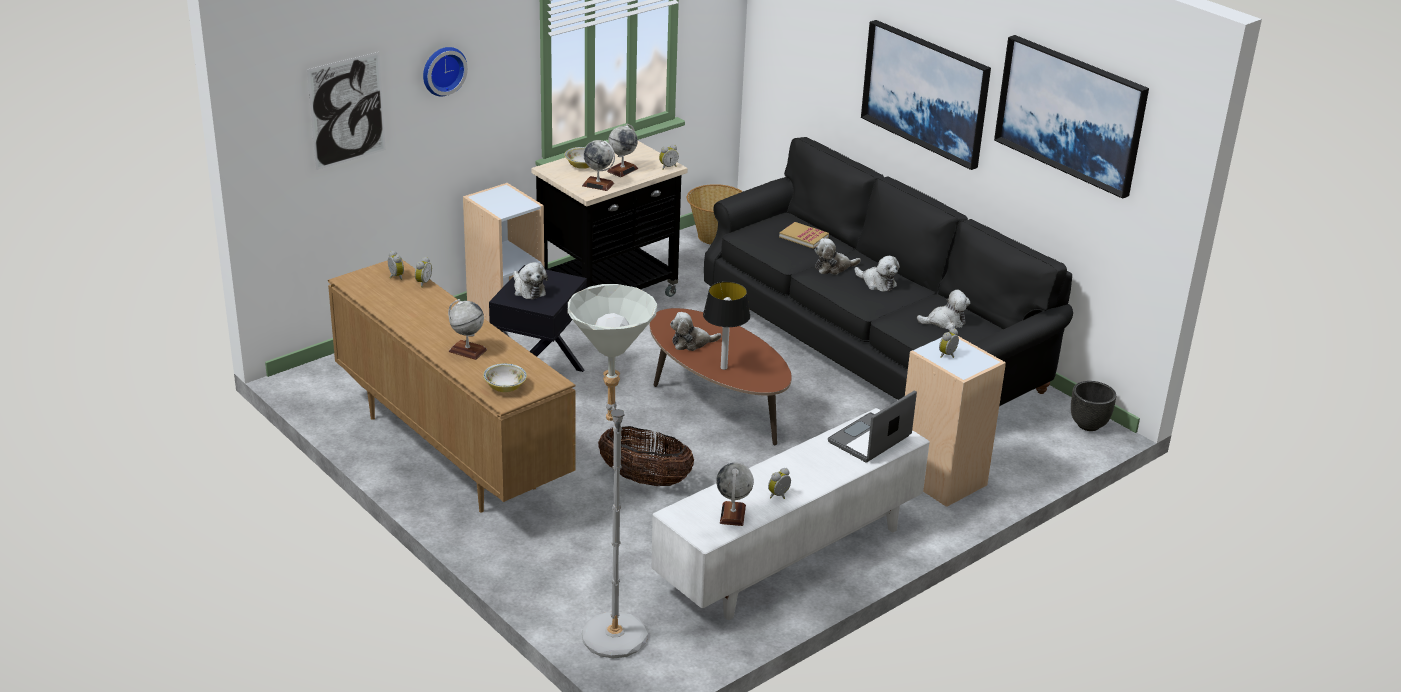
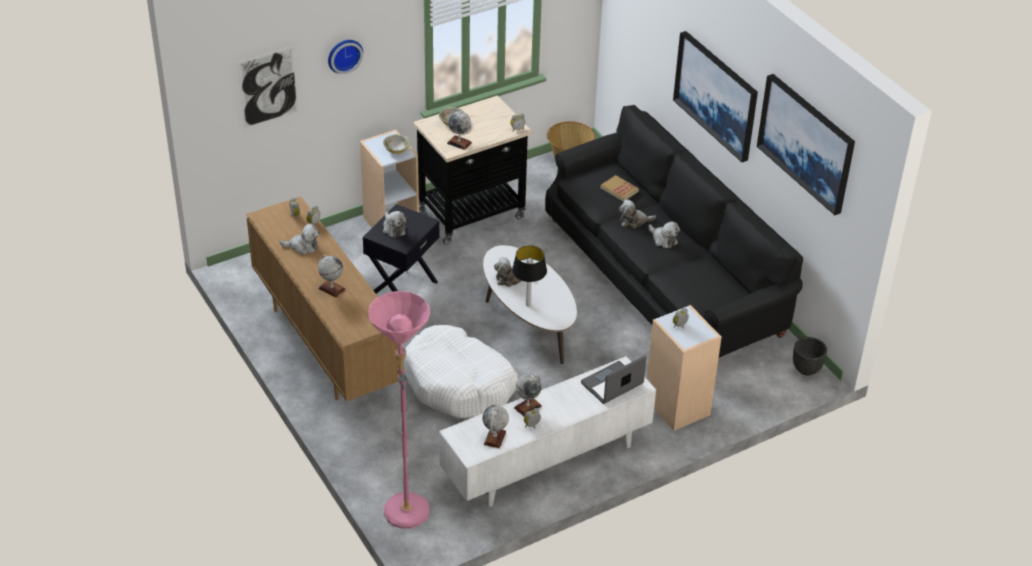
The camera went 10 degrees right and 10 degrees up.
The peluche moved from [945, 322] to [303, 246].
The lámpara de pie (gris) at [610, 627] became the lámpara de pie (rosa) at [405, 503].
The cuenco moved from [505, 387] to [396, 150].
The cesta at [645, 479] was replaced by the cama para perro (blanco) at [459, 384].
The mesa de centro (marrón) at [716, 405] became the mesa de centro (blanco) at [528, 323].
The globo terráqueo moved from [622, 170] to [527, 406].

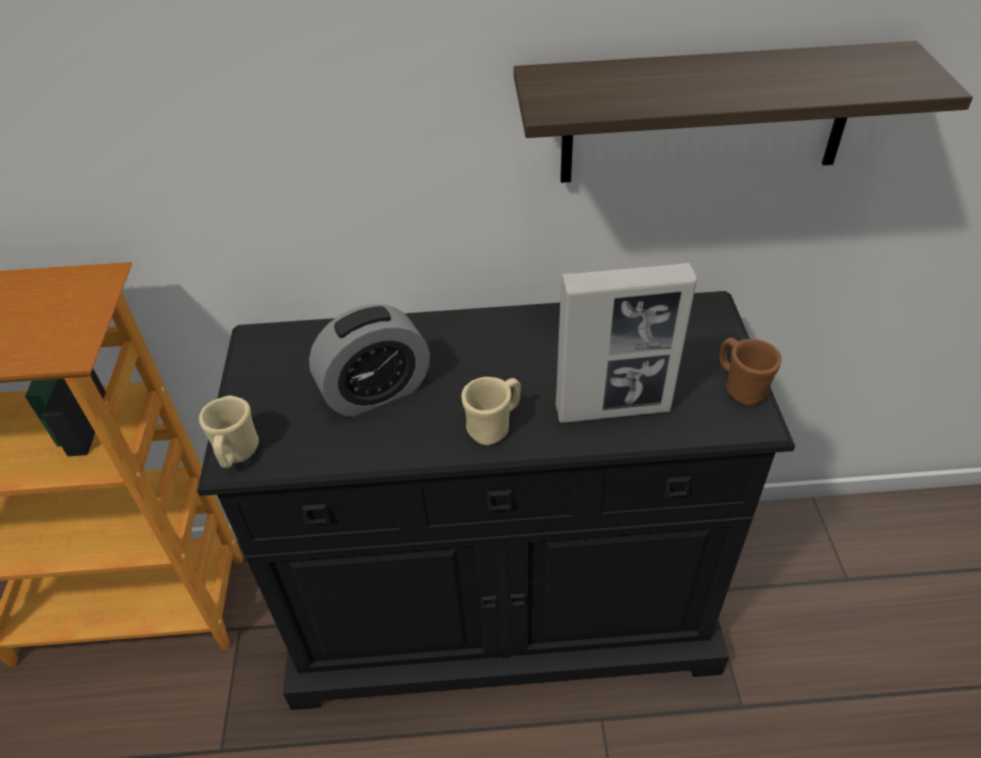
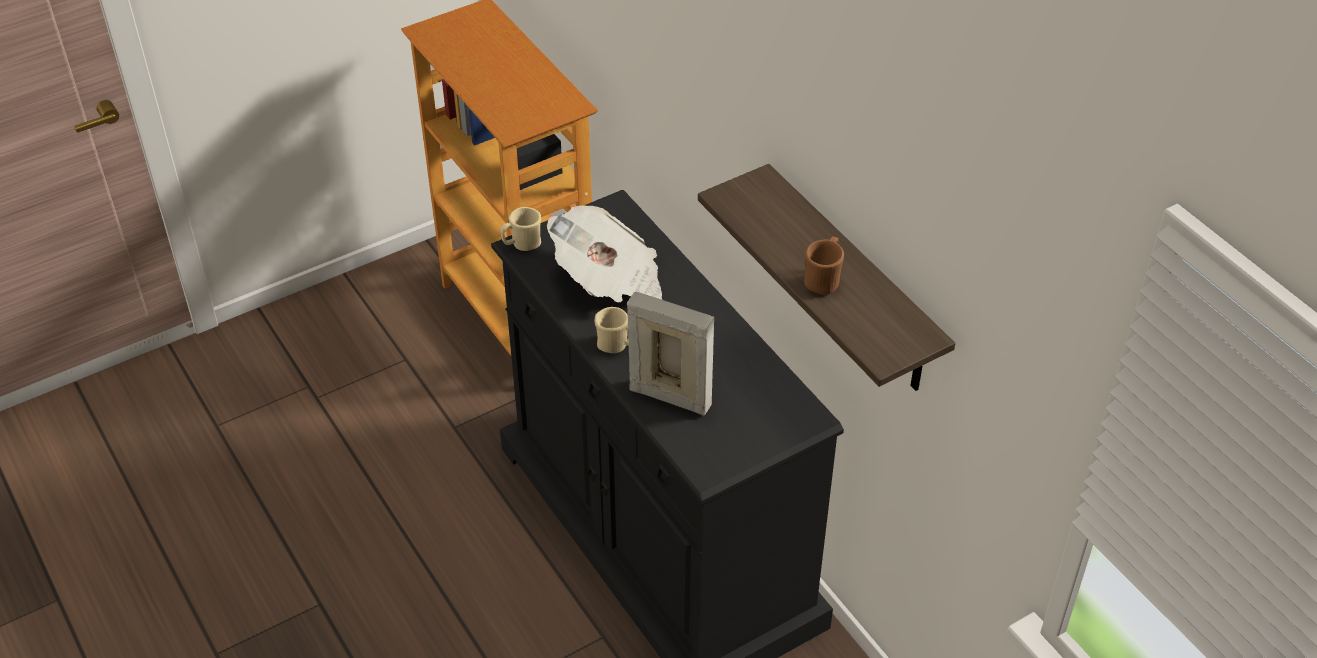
The camera went 60 degrees right and 0 degrees up.
The despertador at [376, 392] was replaced by the periódico at [609, 280].
The portarretratos at [613, 409] turned 150 degrees clockwise.
The taza grande (marrón) moved from [740, 387] to [823, 280].

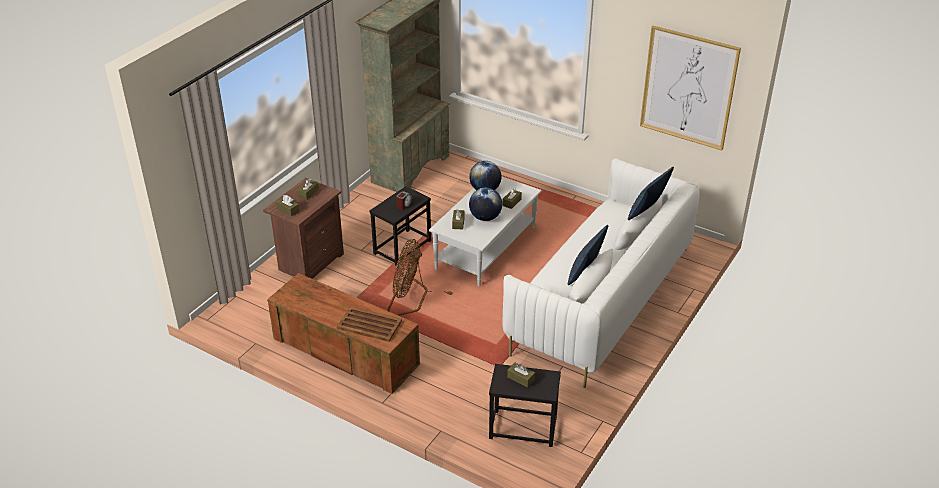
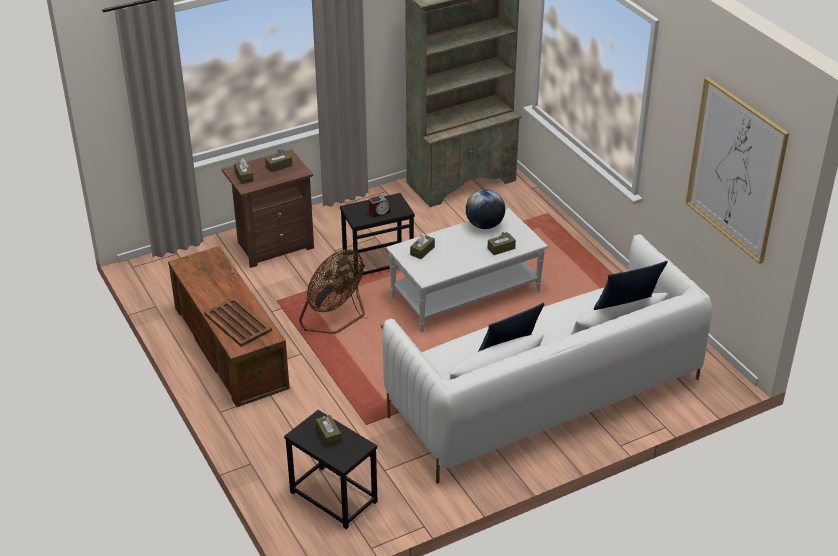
The camera went 30 degrees right and 0 degrees up.
The globo terráqueo at [485, 217] disappeared.

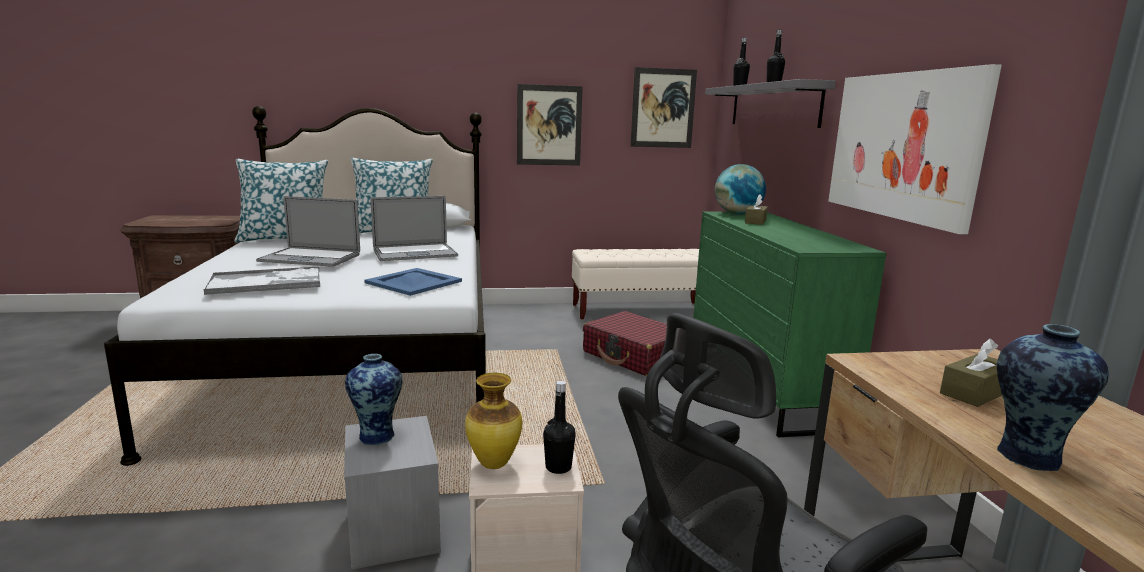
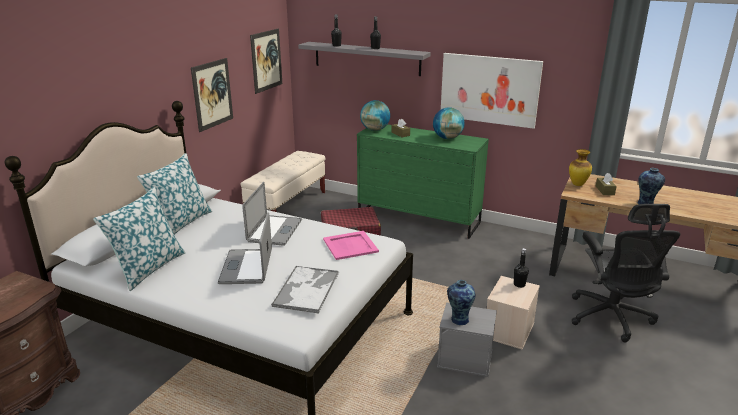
The camera went 55 degrees left and 10 degrees up.
The portátil at [310, 258] turned 135 degrees clockwise.
The bandeja (azul) at [414, 282] became the bandeja (rosa) at [349, 245].
The globo terráqueo at [447, 138] appeared.
The florero moved from [493, 464] to [578, 184].

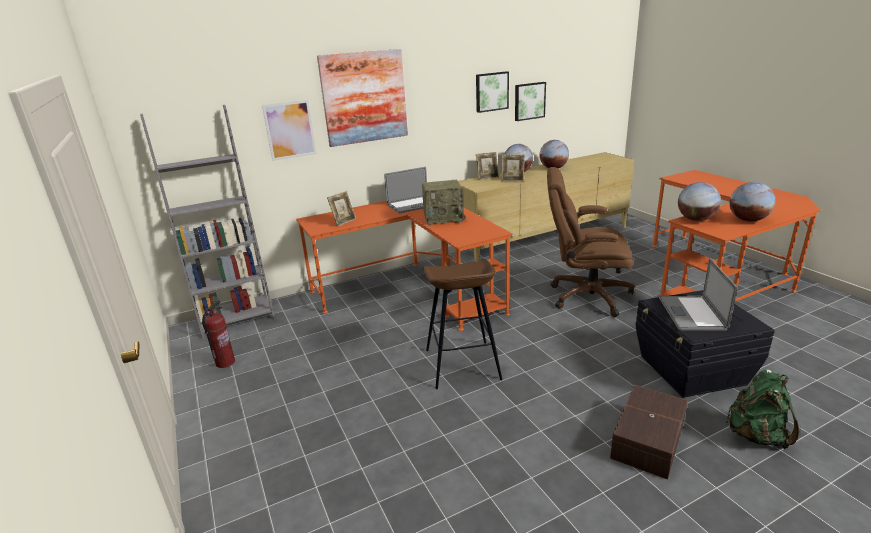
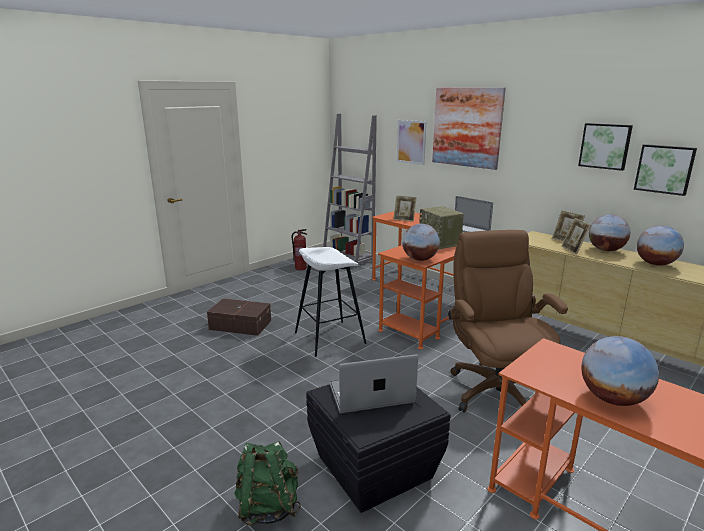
The camera went 70 degrees right and 5 degrees down.
The caja de almacenaje (marrón) moved from [646, 440] to [240, 324].
The taburete (marrón) at [462, 364] became the taburete (blanco) at [329, 338].
The globo terráqueo moved from [696, 219] to [420, 259].

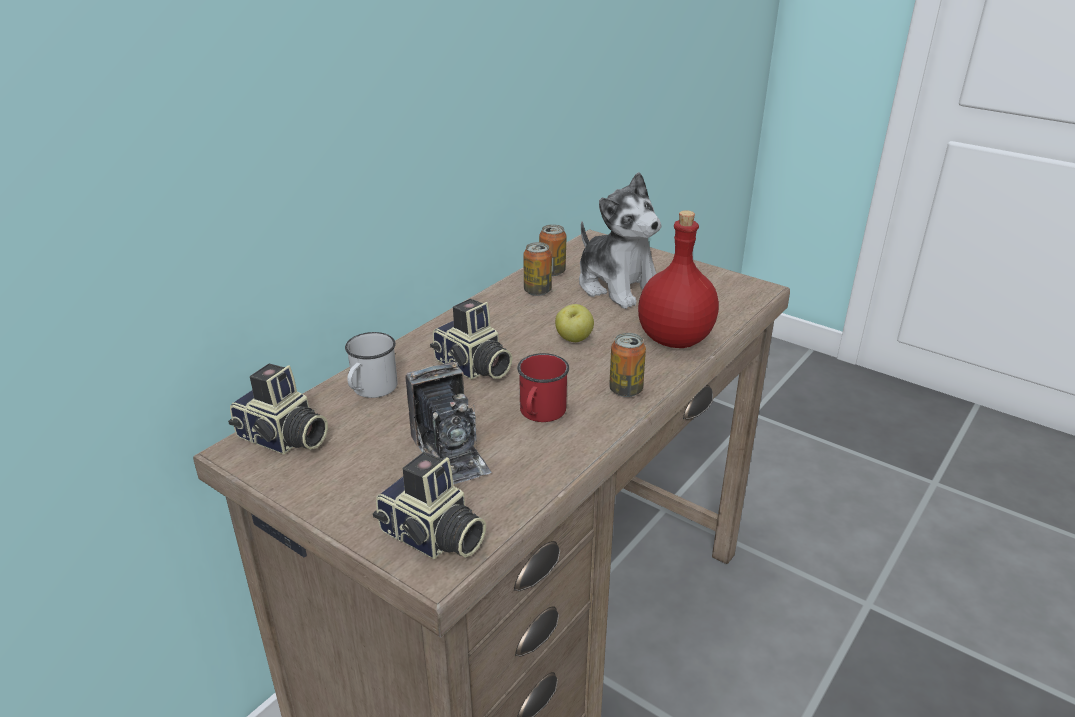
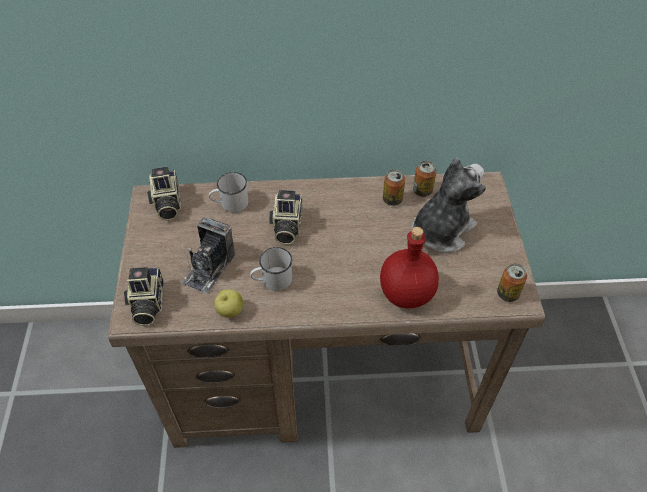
The camera went 50 degrees right and 20 degrees up.
The manzana moved from [574, 340] to [230, 311].
The taza grande (rojo) at [540, 413] became the taza grande (blanco) at [272, 280].
The peluche at [618, 286] turned 150 degrees counterclockwise.
The lata moved from [625, 390] to [507, 294].

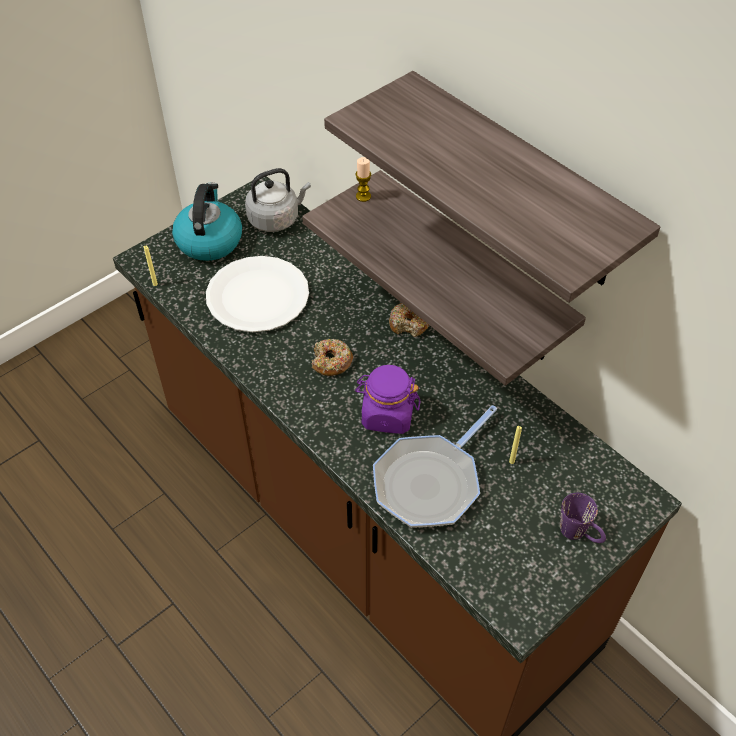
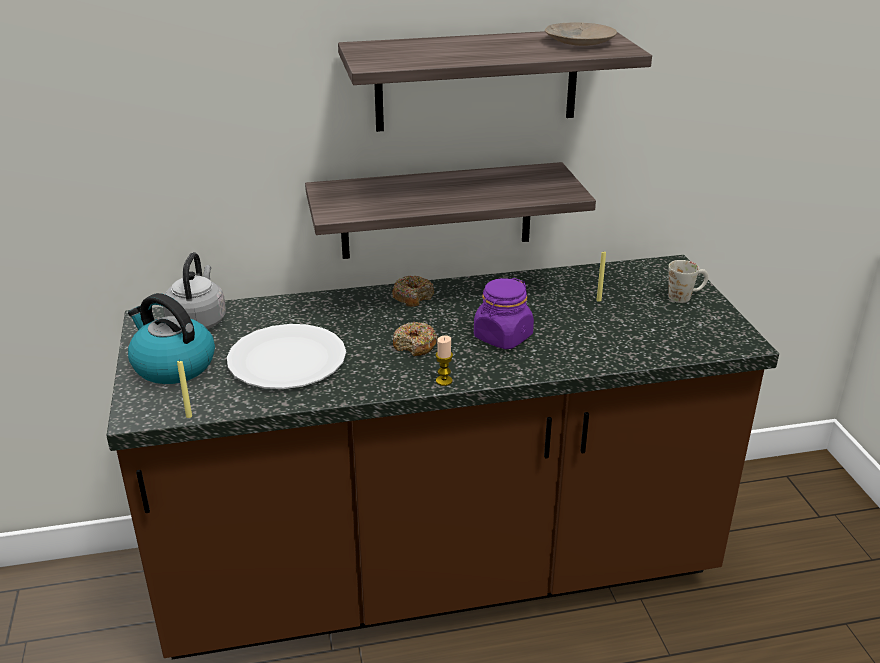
The camera went 60 degrees left and 20 degrees down.
The vela moved from [363, 196] to [444, 381].
The plato (beis) at [579, 42] appeared.
The taza grande (morado) at [579, 534] became the taza grande (blanco) at [685, 296].
The sartén at [430, 482] disappeared.

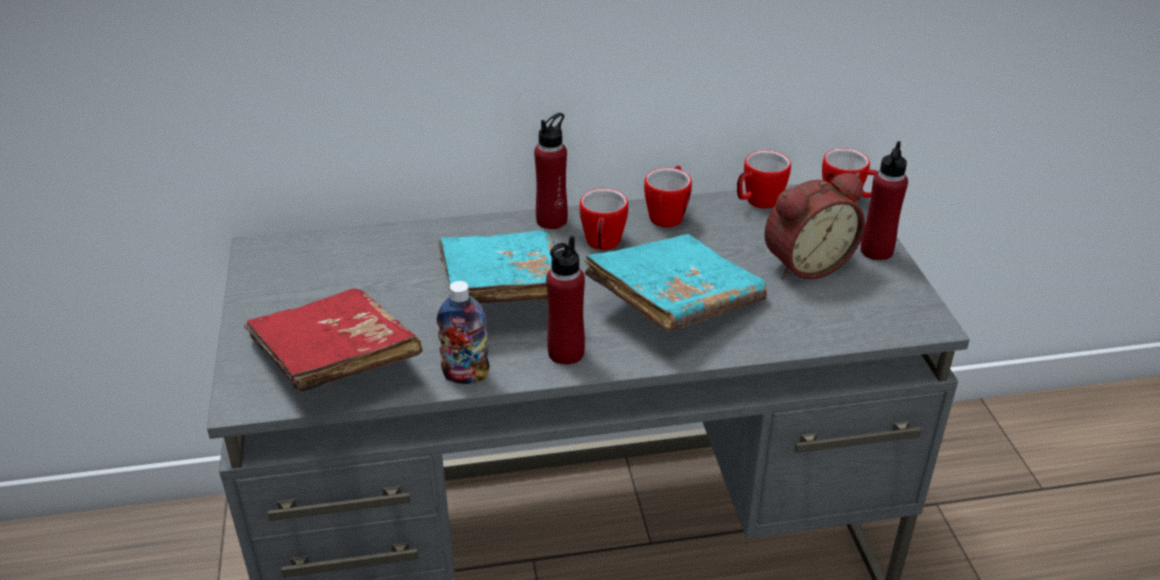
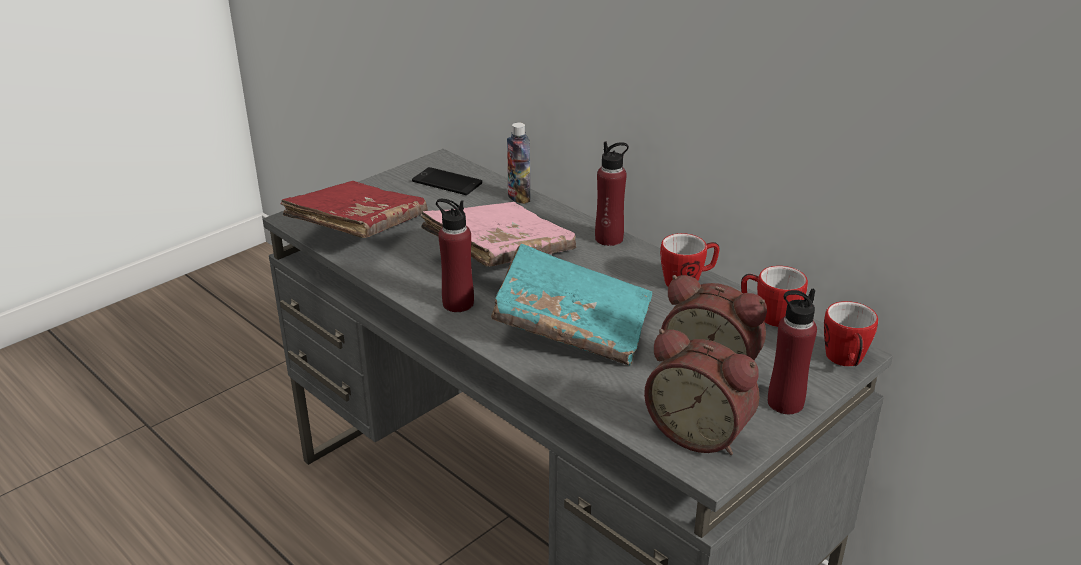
The camera went 55 degrees right and 5 degrees down.
The móvil at [447, 182] appeared.
The libro (turquesa) at [503, 290] became the libro (rosa) at [500, 253].
The botella moved from [466, 375] to [519, 197].
The despertador at [700, 432] appeared.
The taza grande at [602, 245] disappeared.

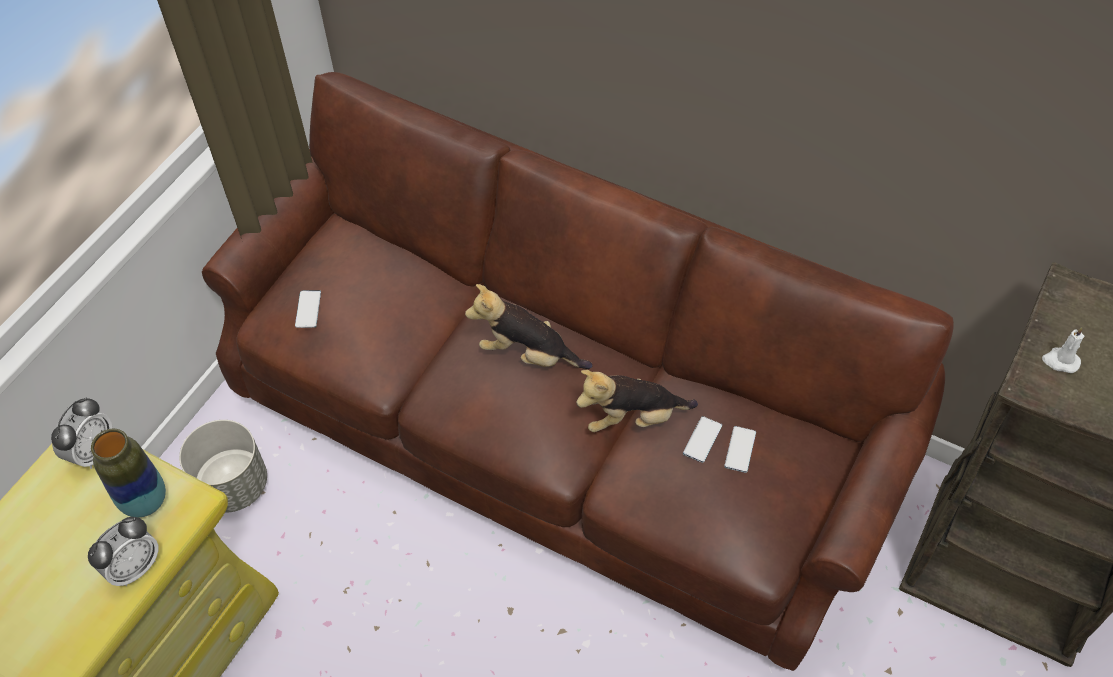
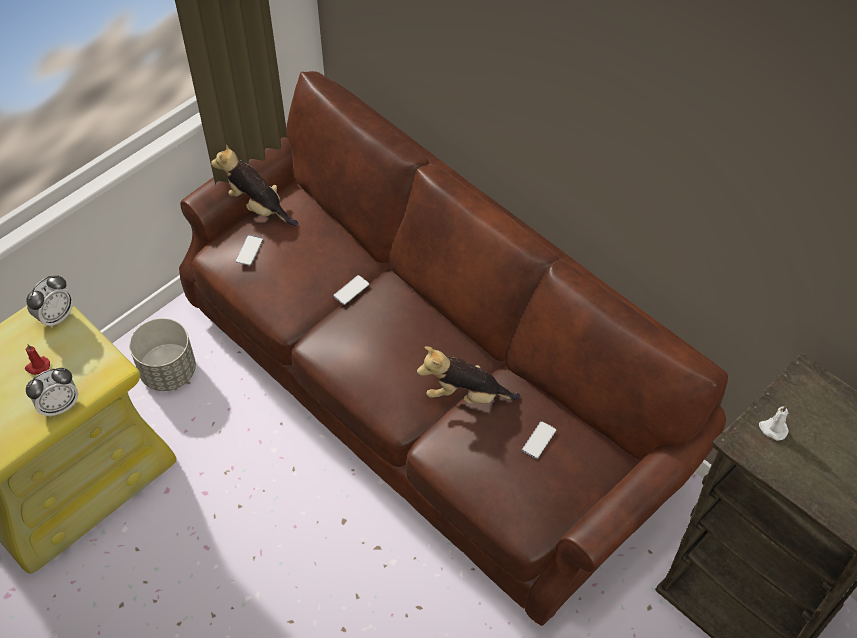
The camera went 15 degrees right and 0 degrees up.
The vela (rojo) at [37, 367] appeared.
The peluche moved from [528, 354] to [257, 206].
The móvil moved from [702, 439] to [351, 290].
The florero at [145, 501] disappeared.

